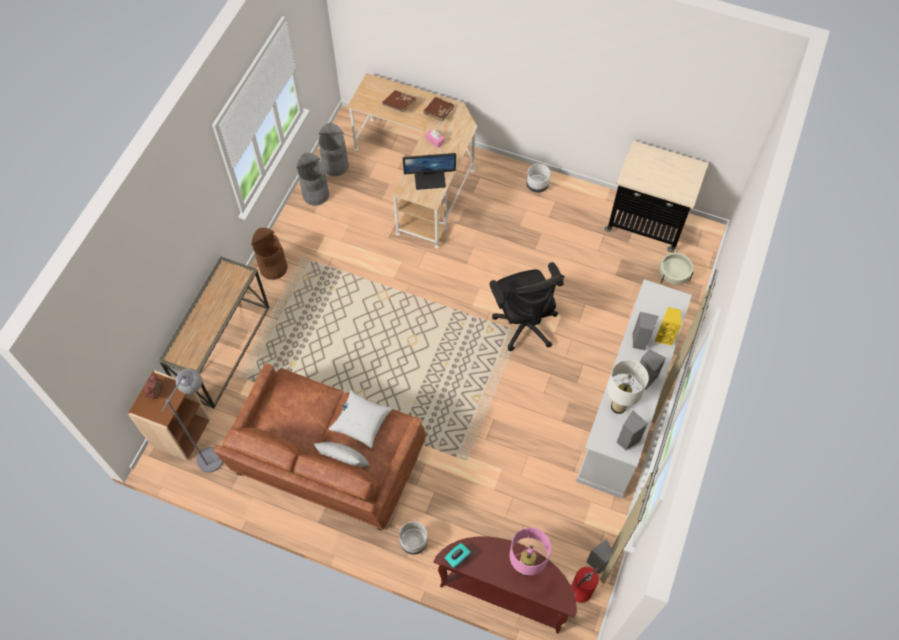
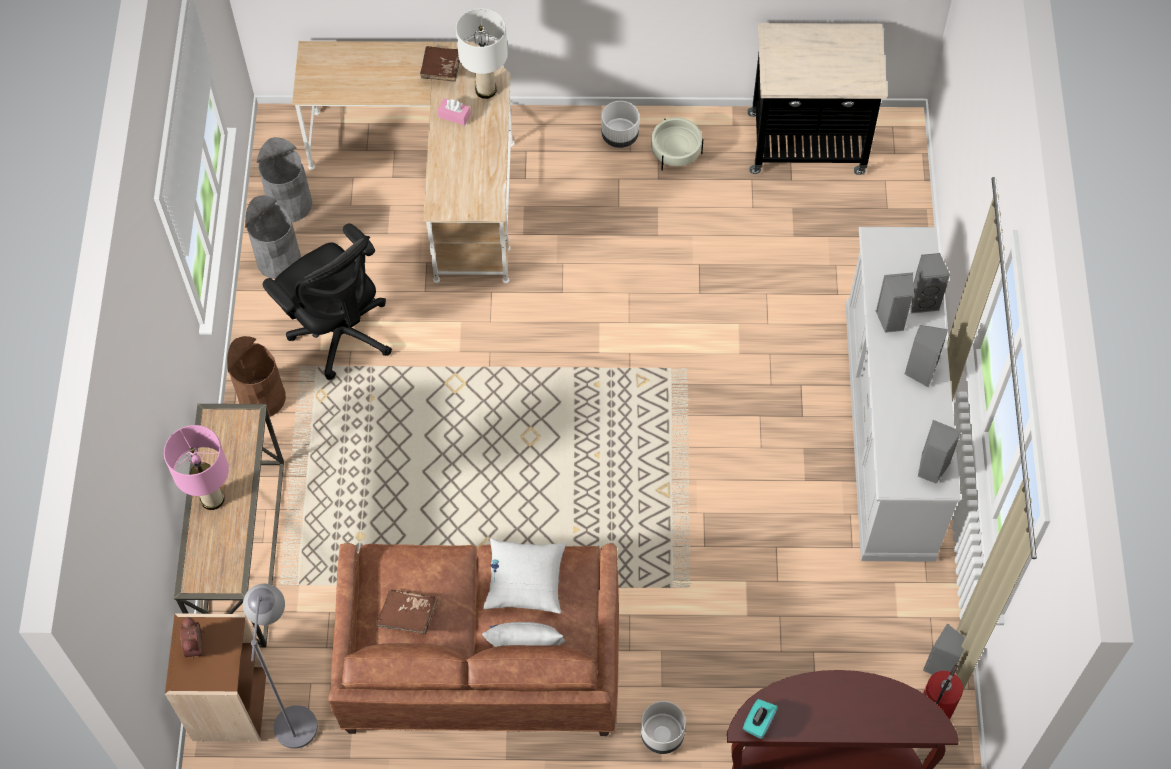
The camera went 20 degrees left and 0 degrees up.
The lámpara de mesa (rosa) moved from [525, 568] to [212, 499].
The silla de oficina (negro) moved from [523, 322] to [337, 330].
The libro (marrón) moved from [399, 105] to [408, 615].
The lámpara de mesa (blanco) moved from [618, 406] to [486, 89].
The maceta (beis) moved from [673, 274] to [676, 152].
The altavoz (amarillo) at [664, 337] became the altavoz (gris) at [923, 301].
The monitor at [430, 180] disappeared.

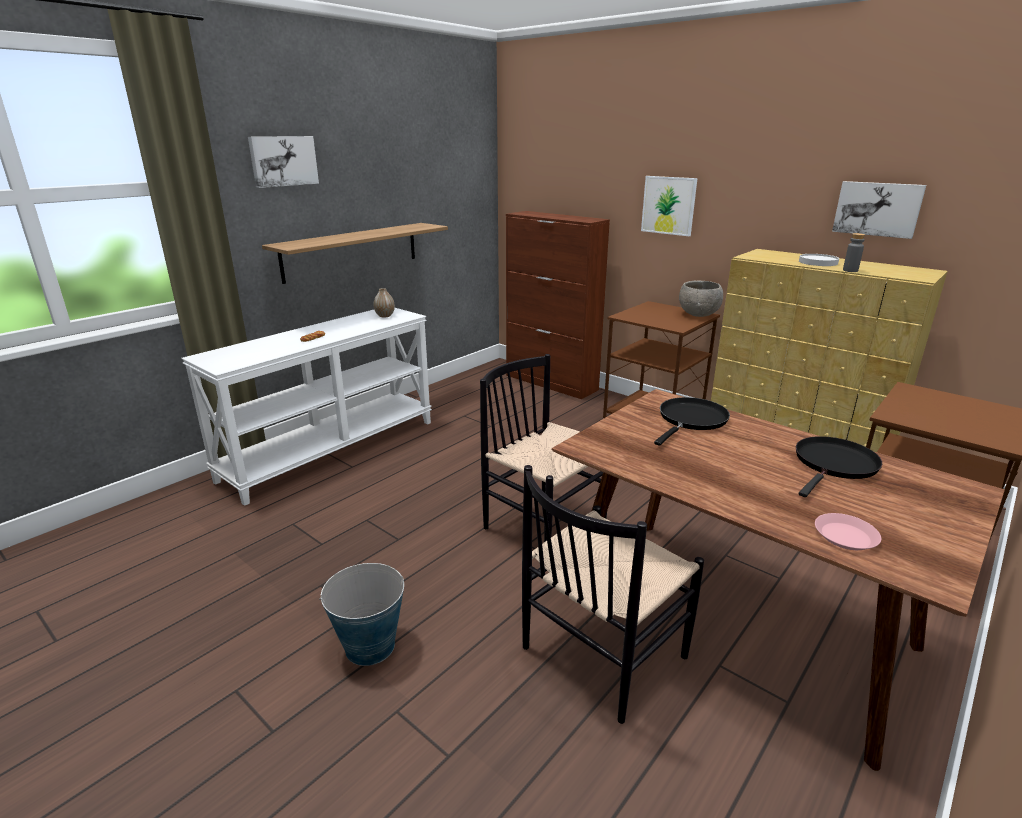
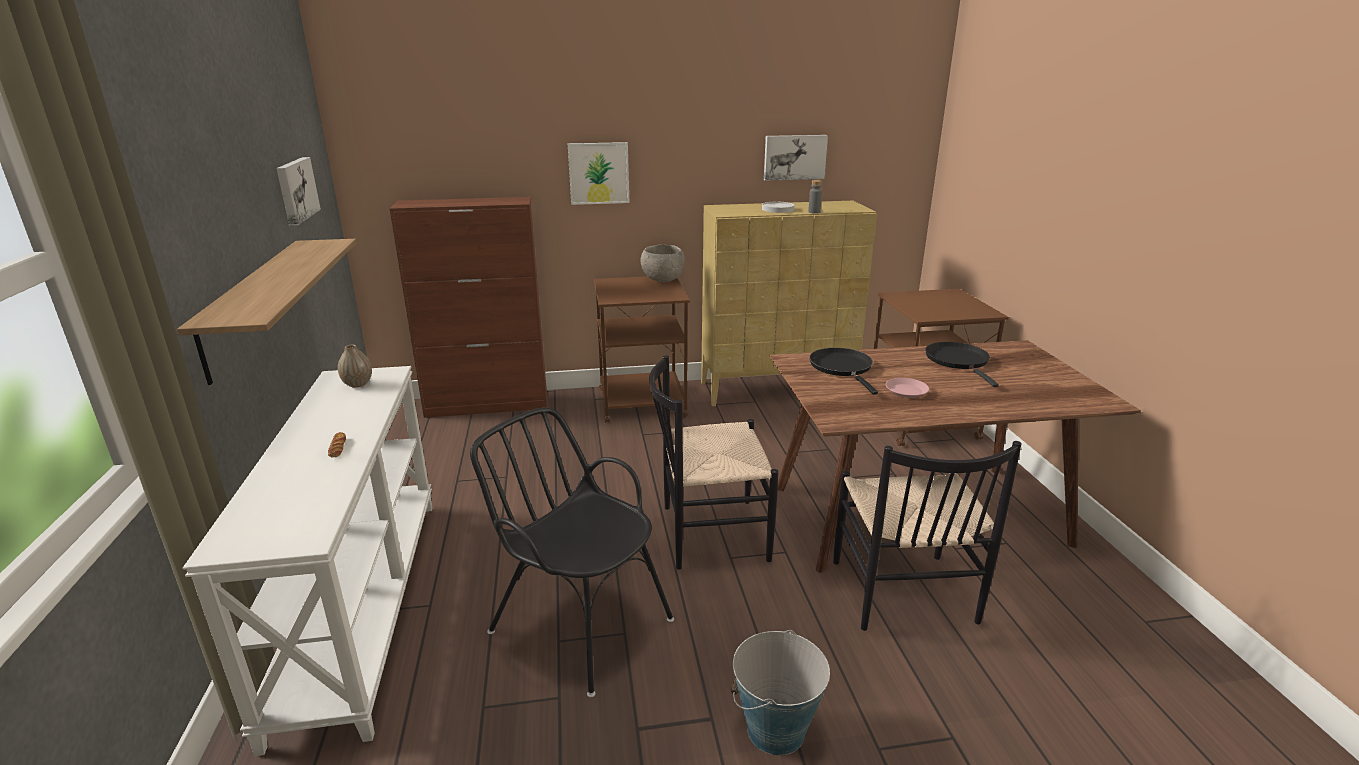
The camera went 50 degrees left and 0 degrees up.
The cuadro moved from [283, 161] to [295, 190].
The silla (negro) at [577, 621] appeared.
The plato (rosa) moved from [846, 536] to [906, 391].

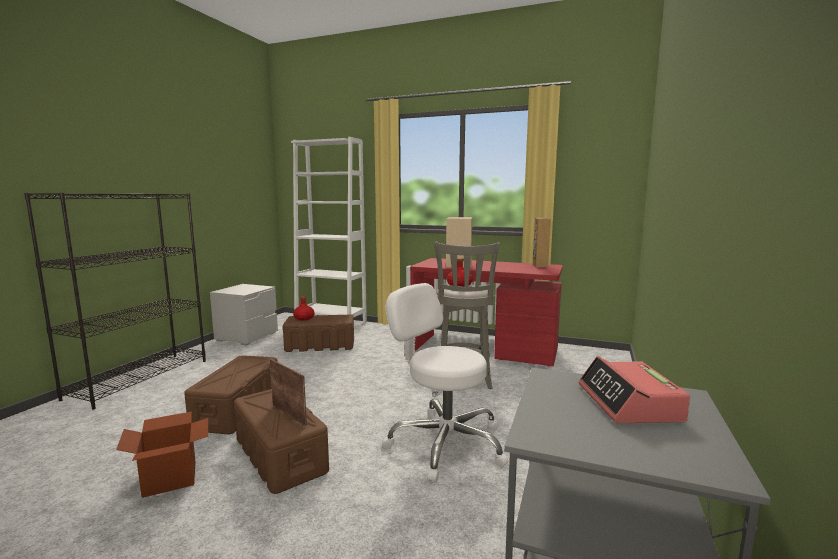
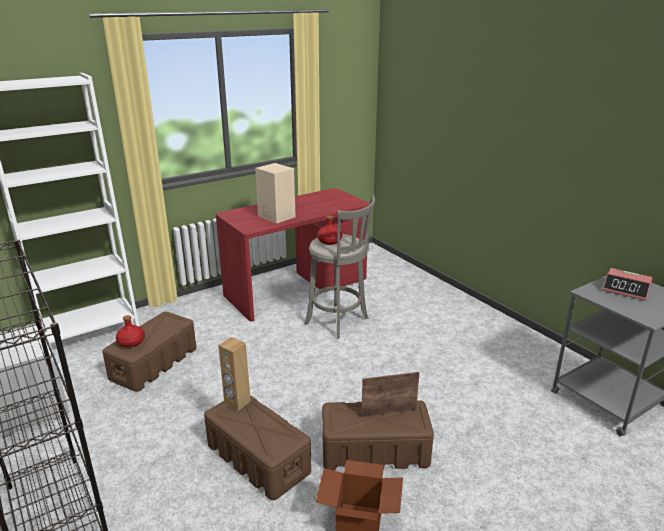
The camera went 55 degrees left and 15 degrees up.
The altavoz (marrón) moved from [539, 266] to [237, 402].
The silla de oficina (blanco) at [442, 442] disappeared.

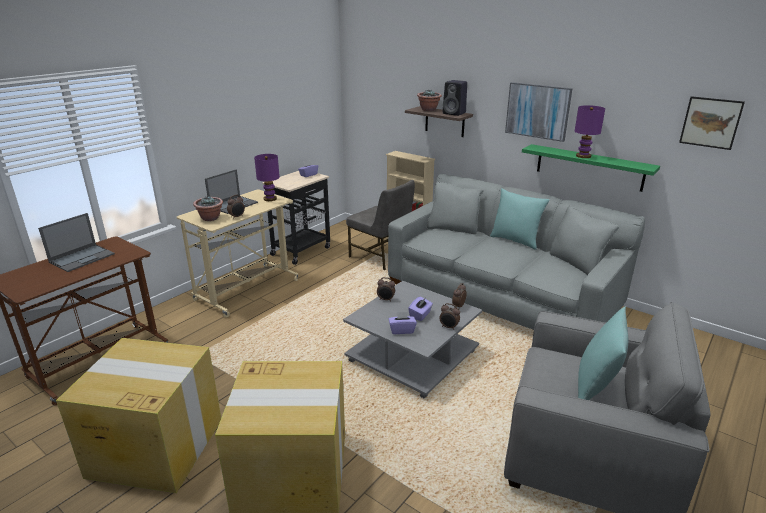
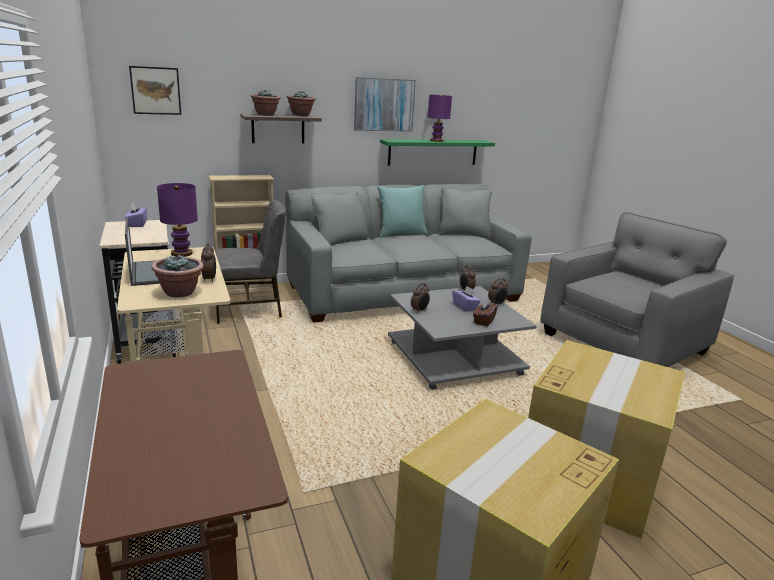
The camera went 60 degrees left and 5 degrees down.
The cuadro moved from [710, 122] to [155, 90].
The altavoz (negro) at [455, 113] was replaced by the planta en maceta at [301, 115].
The caja de pañuelos (morado) at [402, 330] became the caja de pañuelos (marrón) at [484, 321].
The portátil at [82, 258] disappeared.
The cojín (turquesa) at [595, 388] disappeared.

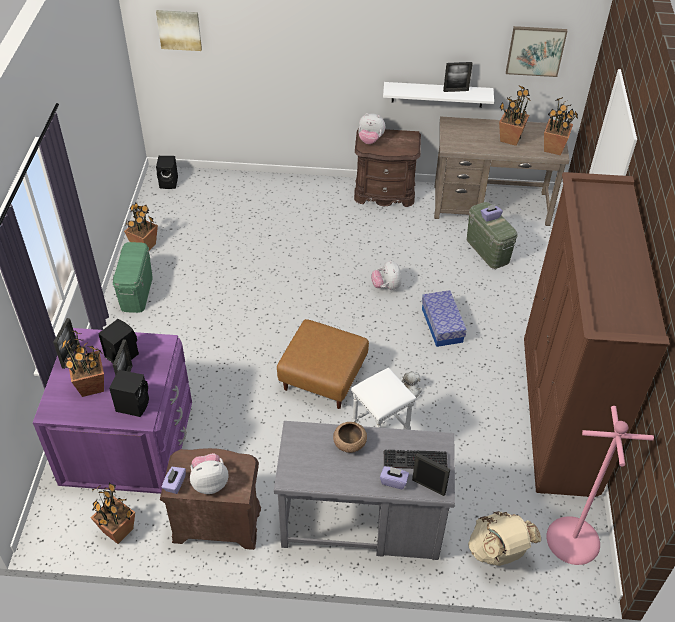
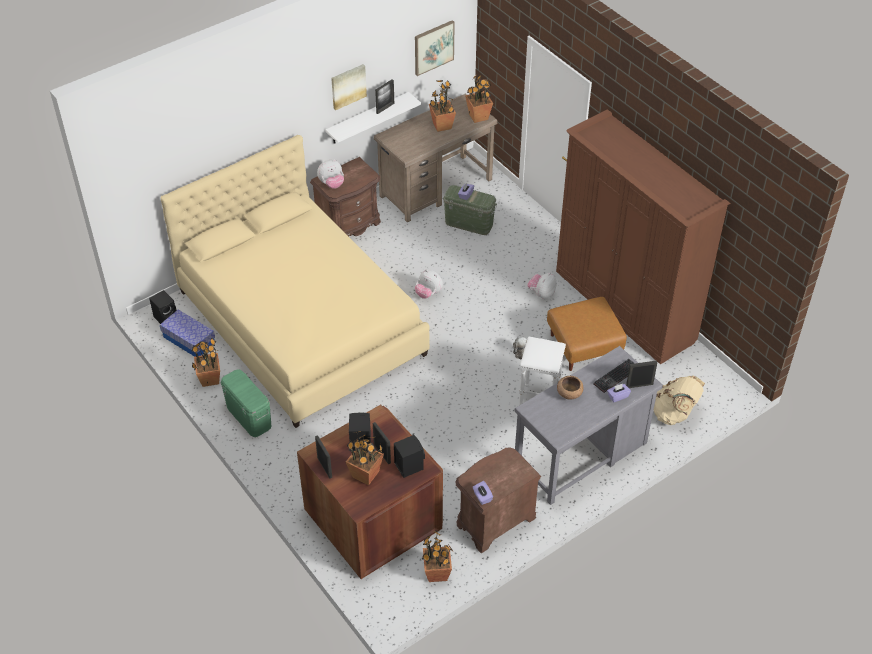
The camera went 40 degrees left and 0 degrees up.
The cama (beis) at [301, 322] appeared.
The caja de almacenaje moved from [442, 325] to [189, 340].
The cómoda (morado) at [128, 441] became the cómoda (marrón) at [373, 517].
The cuadro moved from [179, 29] to [348, 86].
The peluche moved from [210, 482] to [541, 293].
The puf (marrón) moved from [324, 377] to [584, 346].
The perchero (rosa) at [573, 540] disappeared.

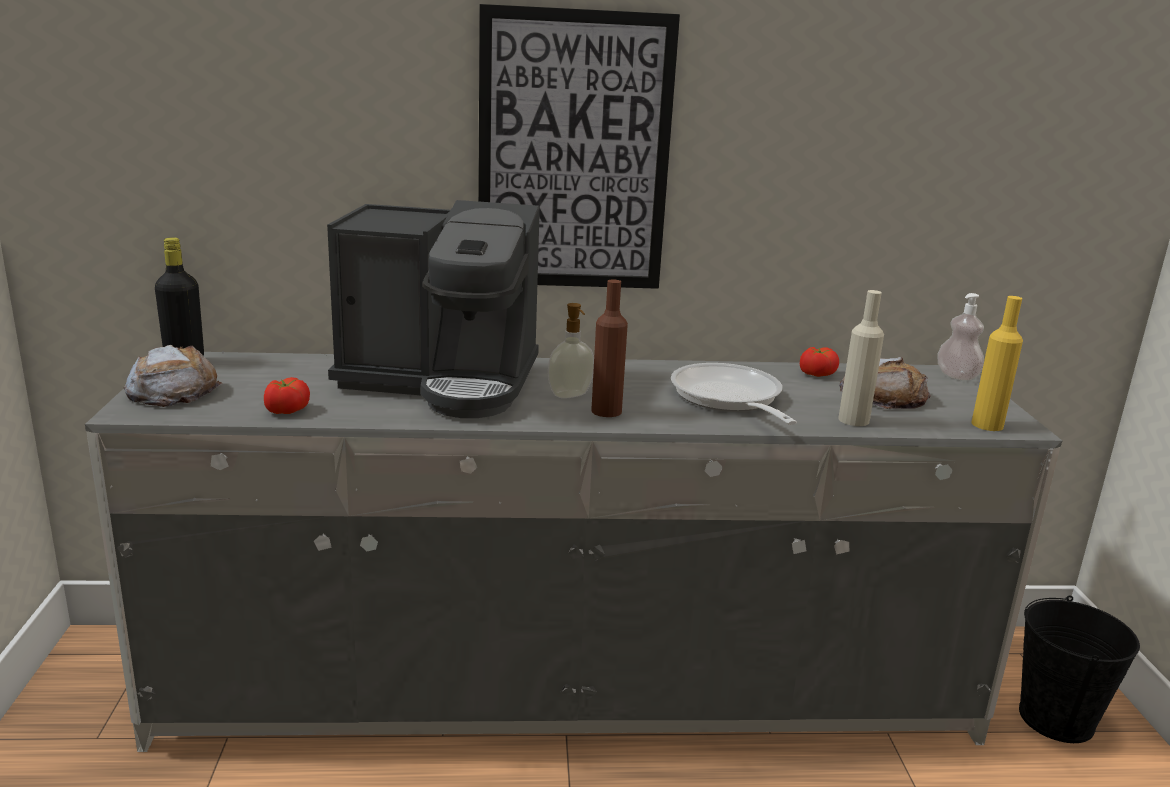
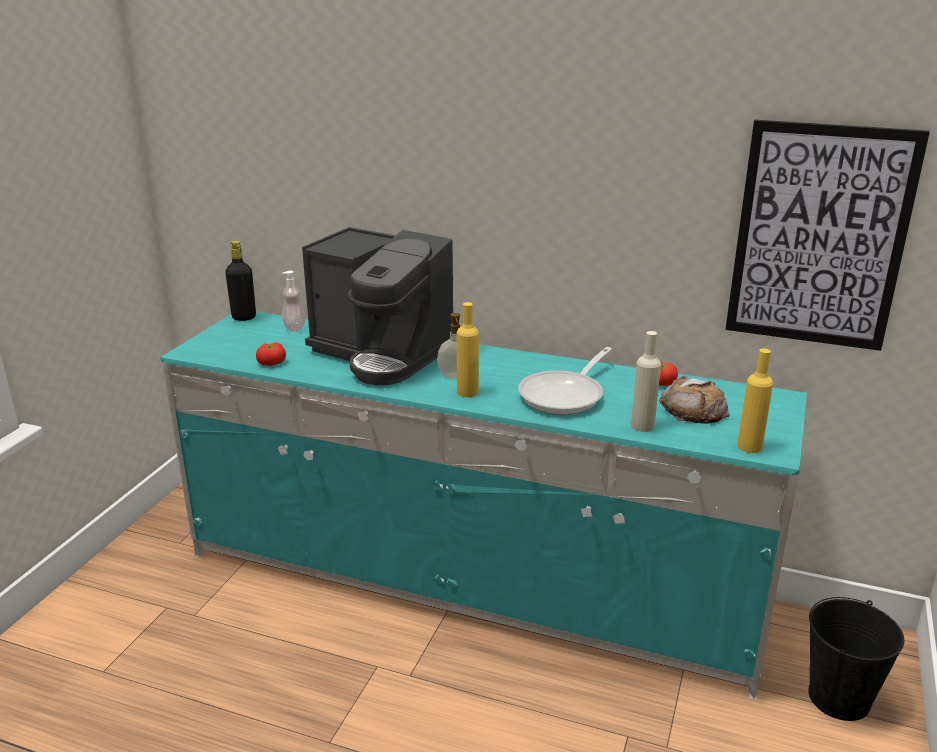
The camera went 25 degrees right and 5 degrees up.
The armario (gris) at [567, 687] became the armario (turquesa) at [468, 580].
The dispensador de jabón moved from [957, 376] to [294, 328].
The botella (marrón) at [606, 411] became the botella (amarillo) at [467, 392].
The sartén at [729, 399] turned 150 degrees counterclockwise.
The cuadro moved from [574, 153] to [819, 237].
The pan at [172, 390] disappeared.

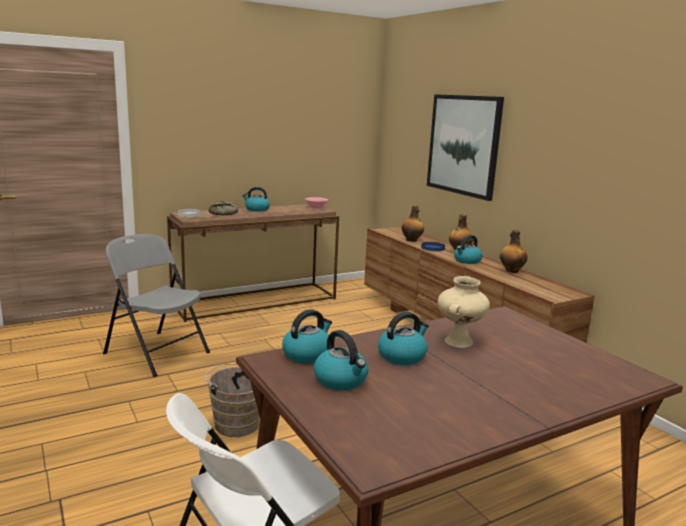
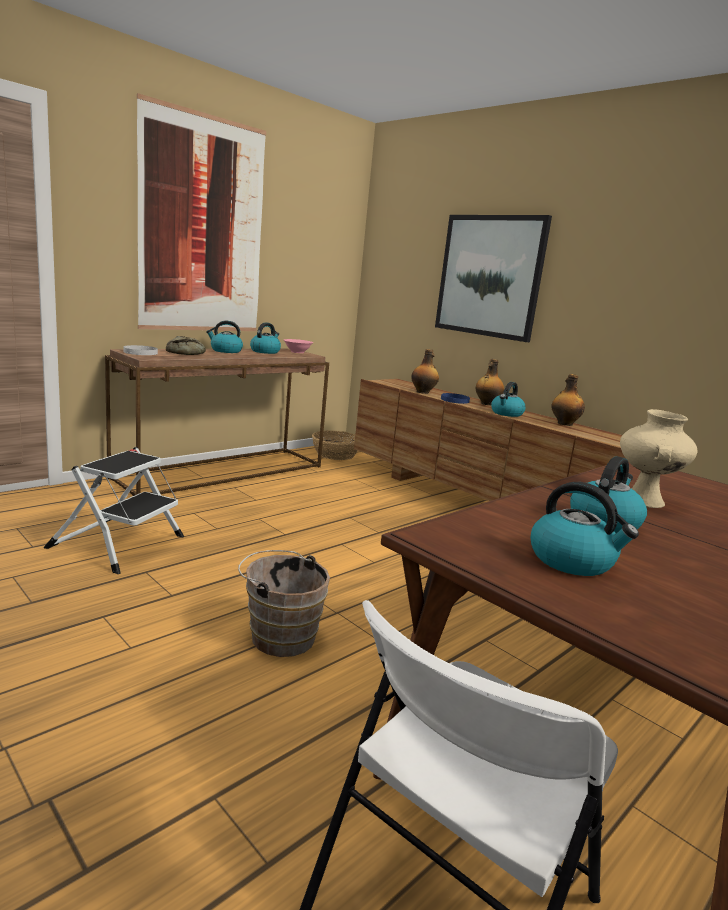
The camera went 15 degrees left and 0 degrees up.
The silla (gris) at [157, 353] was replaced by the escalera de tijera at [117, 543].
The cuadro at [203, 227] appeared.
The hervidor moved from [307, 354] to [265, 351].
The cesta at [335, 454] appeared.

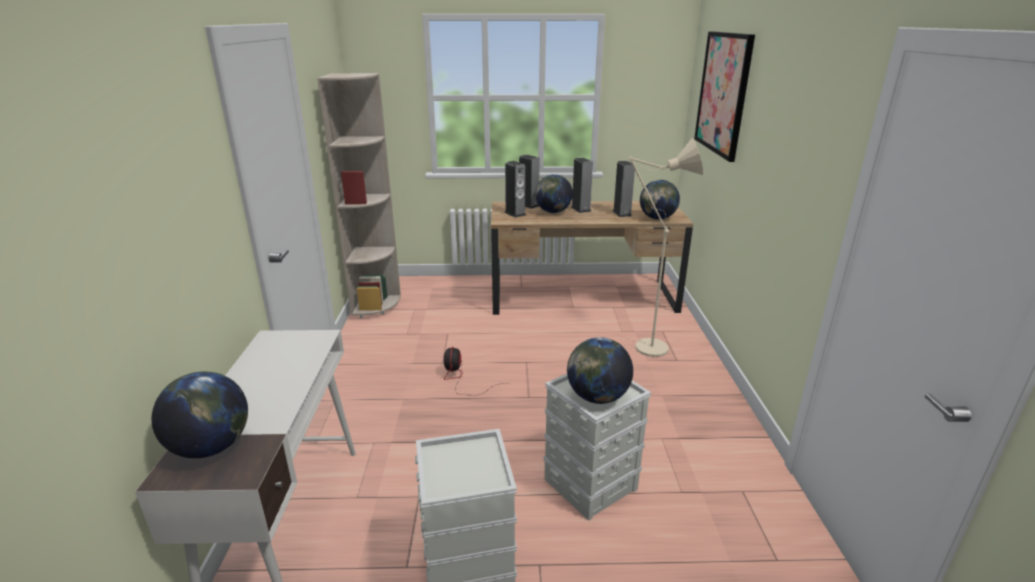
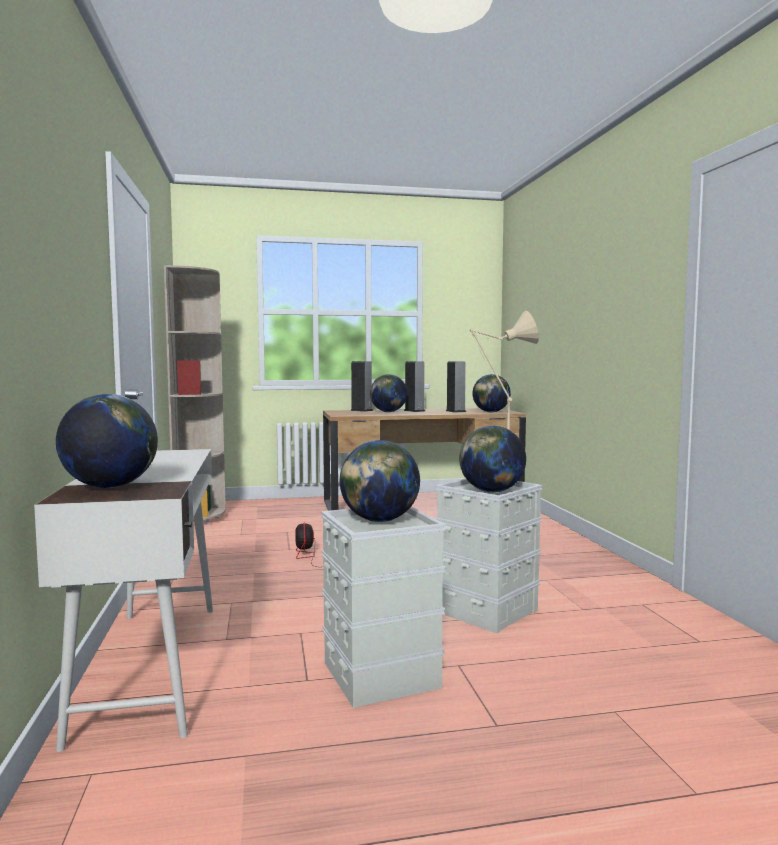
The camera went 10 degrees left and 20 degrees down.
The globo terráqueo at [379, 520] appeared.
The altavoz at [515, 213] disappeared.
The cuadro at [723, 93] disappeared.

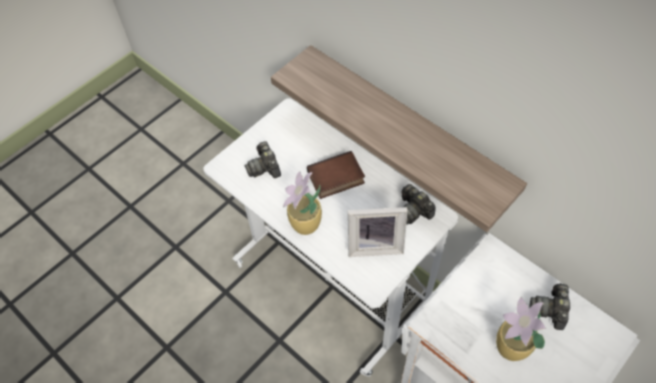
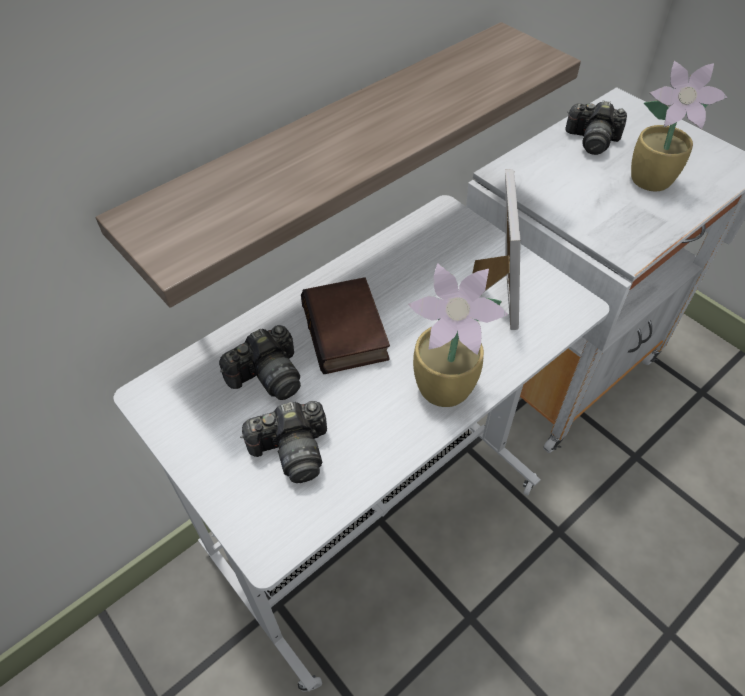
The camera went 85 degrees left and 5 degrees down.
The cámara moved from [413, 211] to [268, 376].

